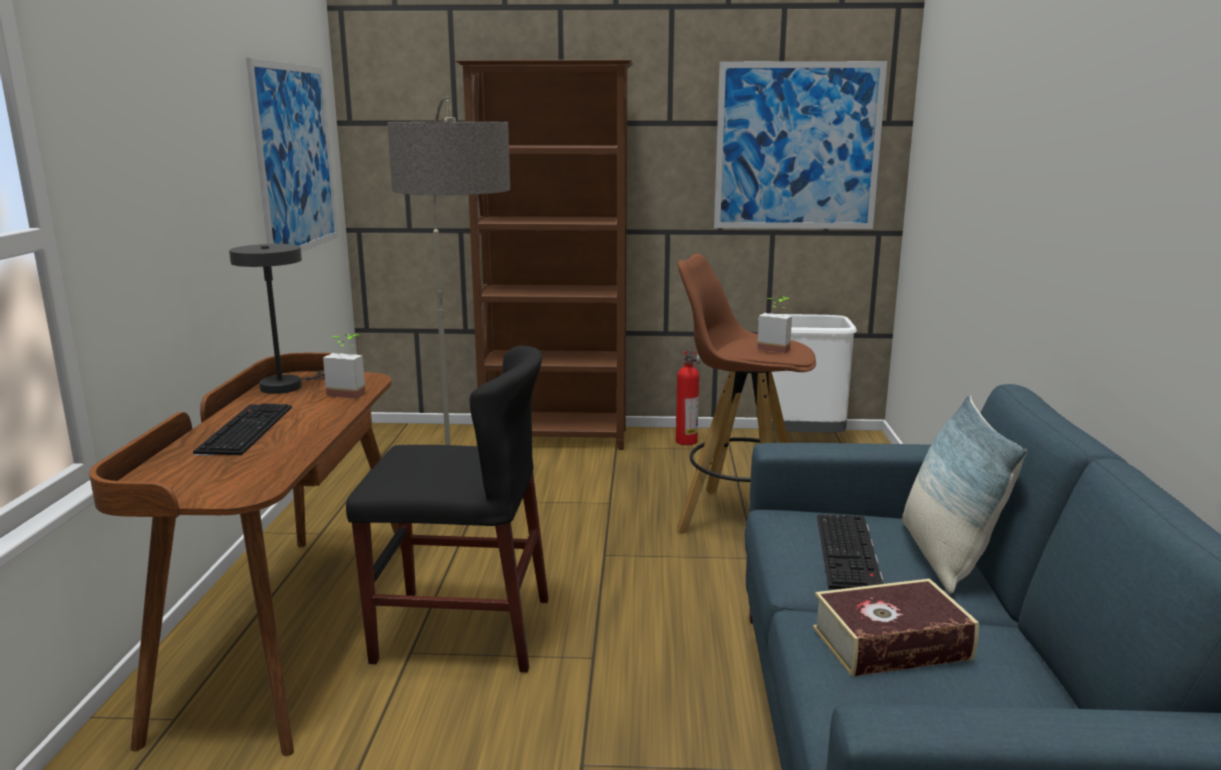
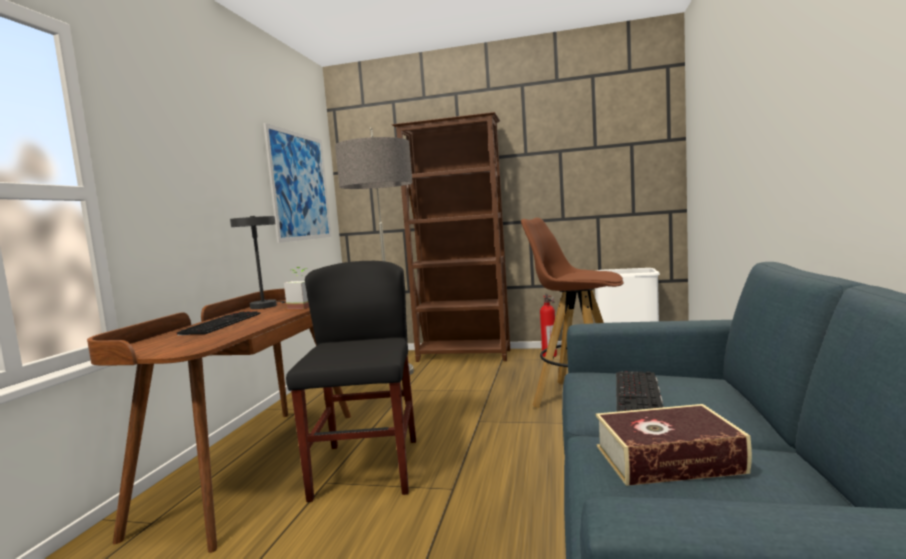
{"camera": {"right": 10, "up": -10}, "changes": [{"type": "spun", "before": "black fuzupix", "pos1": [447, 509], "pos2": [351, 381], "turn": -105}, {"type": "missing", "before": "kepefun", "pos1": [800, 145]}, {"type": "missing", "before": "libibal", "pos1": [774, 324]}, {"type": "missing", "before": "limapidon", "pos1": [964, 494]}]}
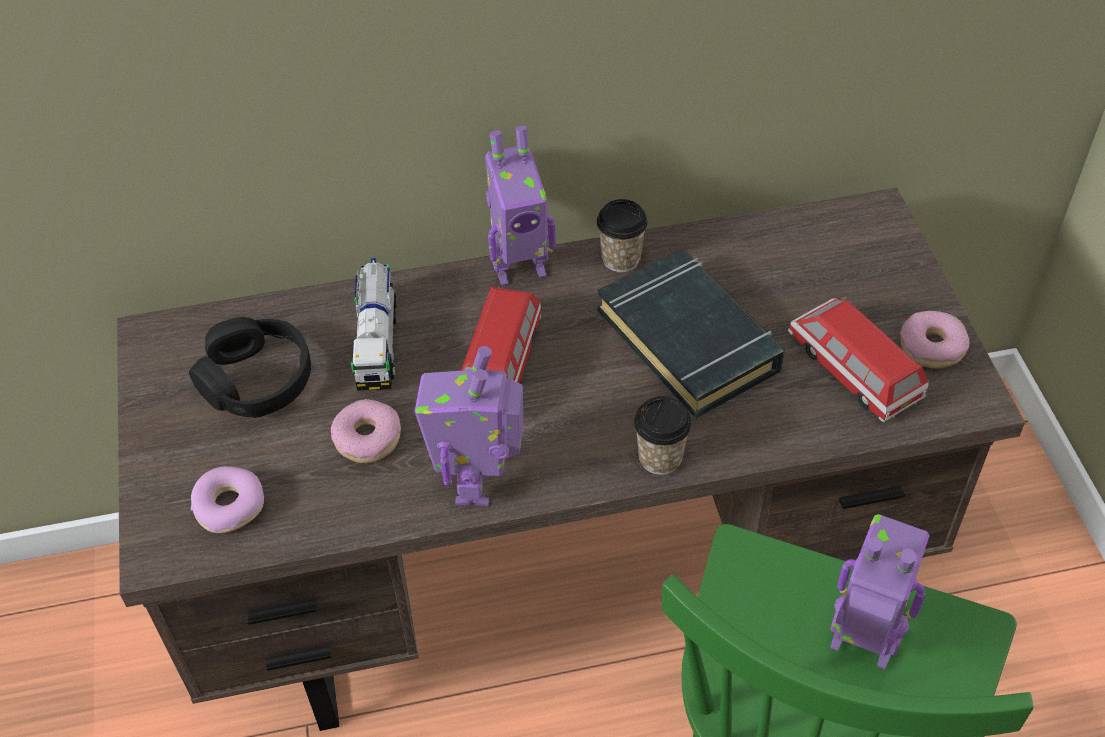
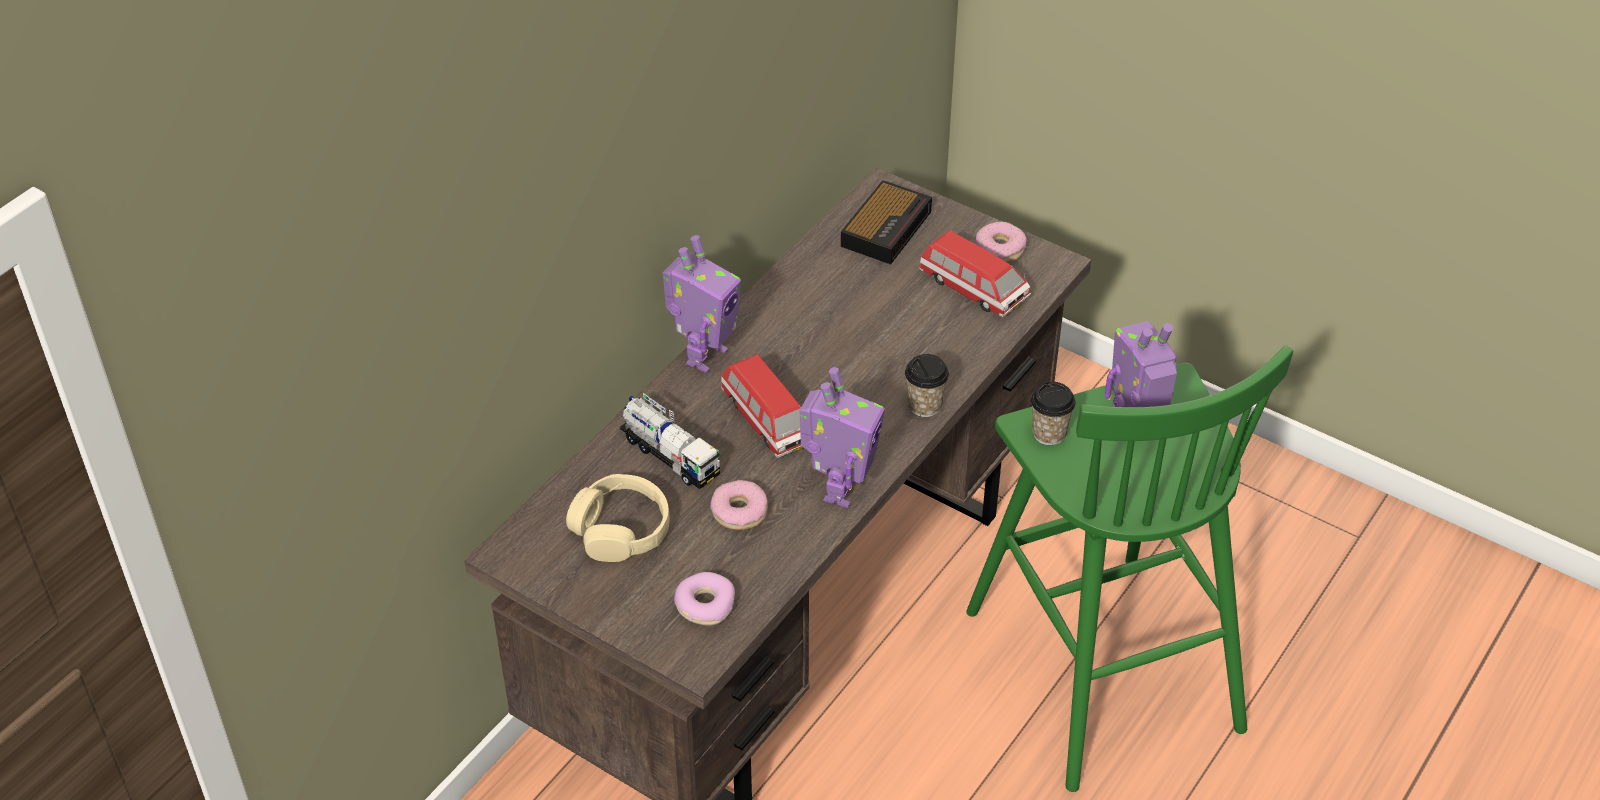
{"camera": {"right": -45, "up": -5}, "changes": [{"type": "colour", "before": "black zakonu", "after": "beige zakonu", "pos1": [250, 367], "pos2": [617, 518]}, {"type": "spun", "before": "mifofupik", "pos1": [468, 426], "pos2": [842, 437], "turn": -120}, {"type": "appeared", "after": "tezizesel", "pos2": [886, 222]}, {"type": "spun", "before": "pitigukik", "pos1": [858, 360], "pos2": [975, 273], "turn": -150}, {"type": "relocated", "before": "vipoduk", "pos1": [622, 235], "pos2": [1053, 413]}, {"type": "missing", "before": "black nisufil", "pos1": [691, 333]}]}
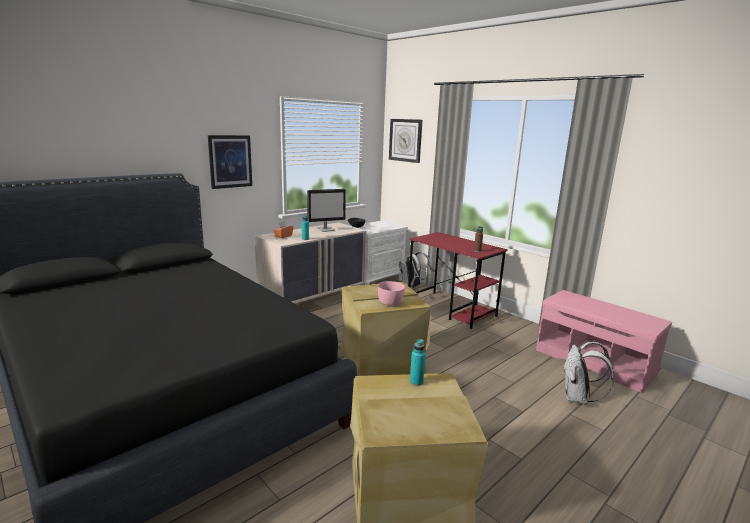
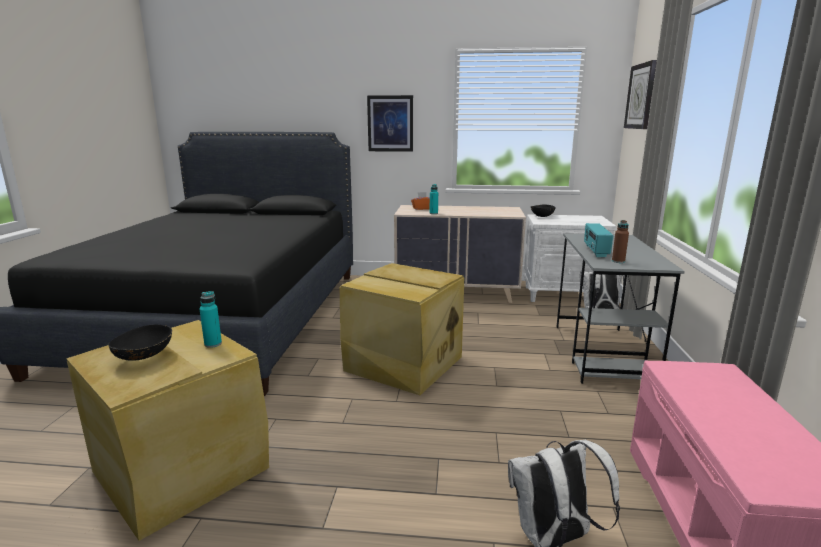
{"camera": {"right": 50, "up": 0}, "changes": [{"type": "appeared", "after": "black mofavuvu", "pos2": [140, 342]}, {"type": "colour", "before": "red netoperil", "after": "grey netoperil", "pos1": [458, 280], "pos2": [620, 308]}, {"type": "appeared", "after": "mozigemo", "pos2": [598, 240]}, {"type": "missing", "before": "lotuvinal", "pos1": [326, 210]}, {"type": "missing", "before": "pink mofavuvu", "pos1": [391, 293]}]}
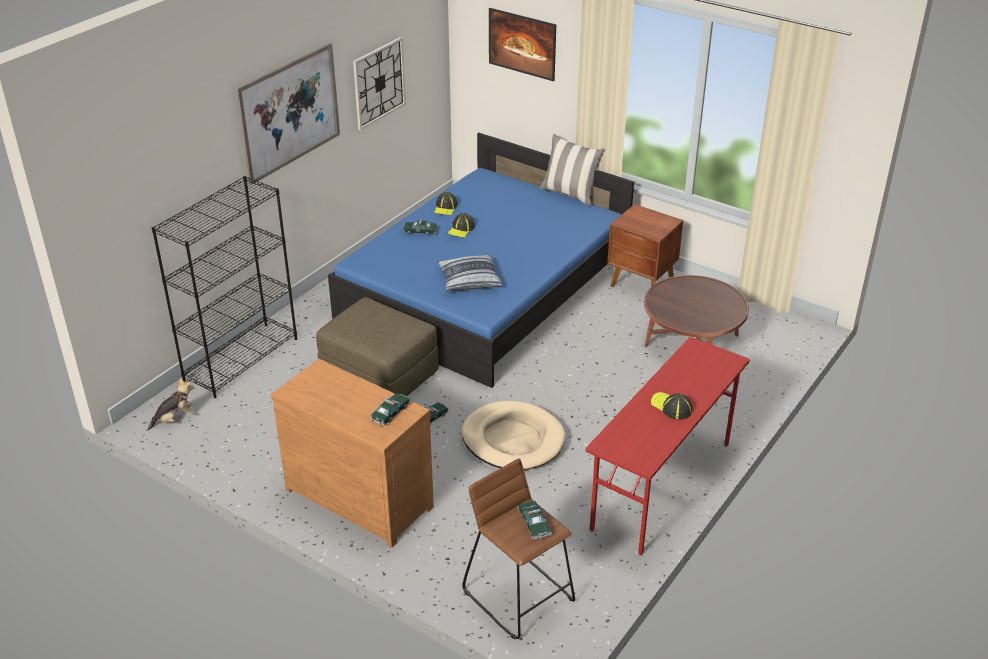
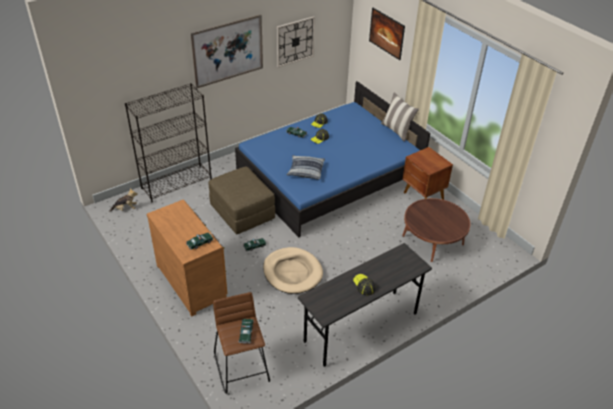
{"camera": {"right": 20, "up": 5}, "changes": [{"type": "colour", "before": "red netoperil", "after": "grey netoperil", "pos1": [668, 446], "pos2": [365, 305]}]}
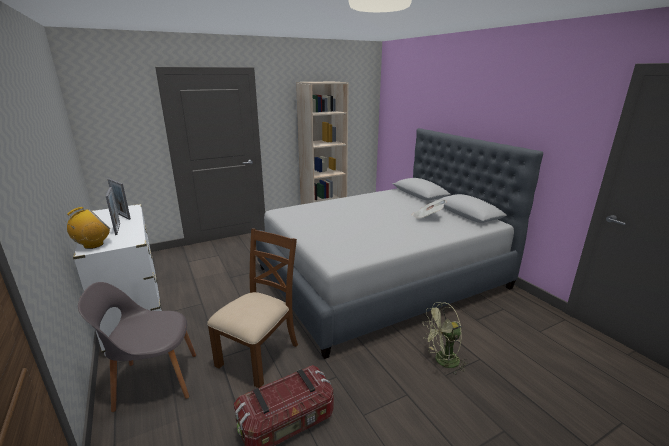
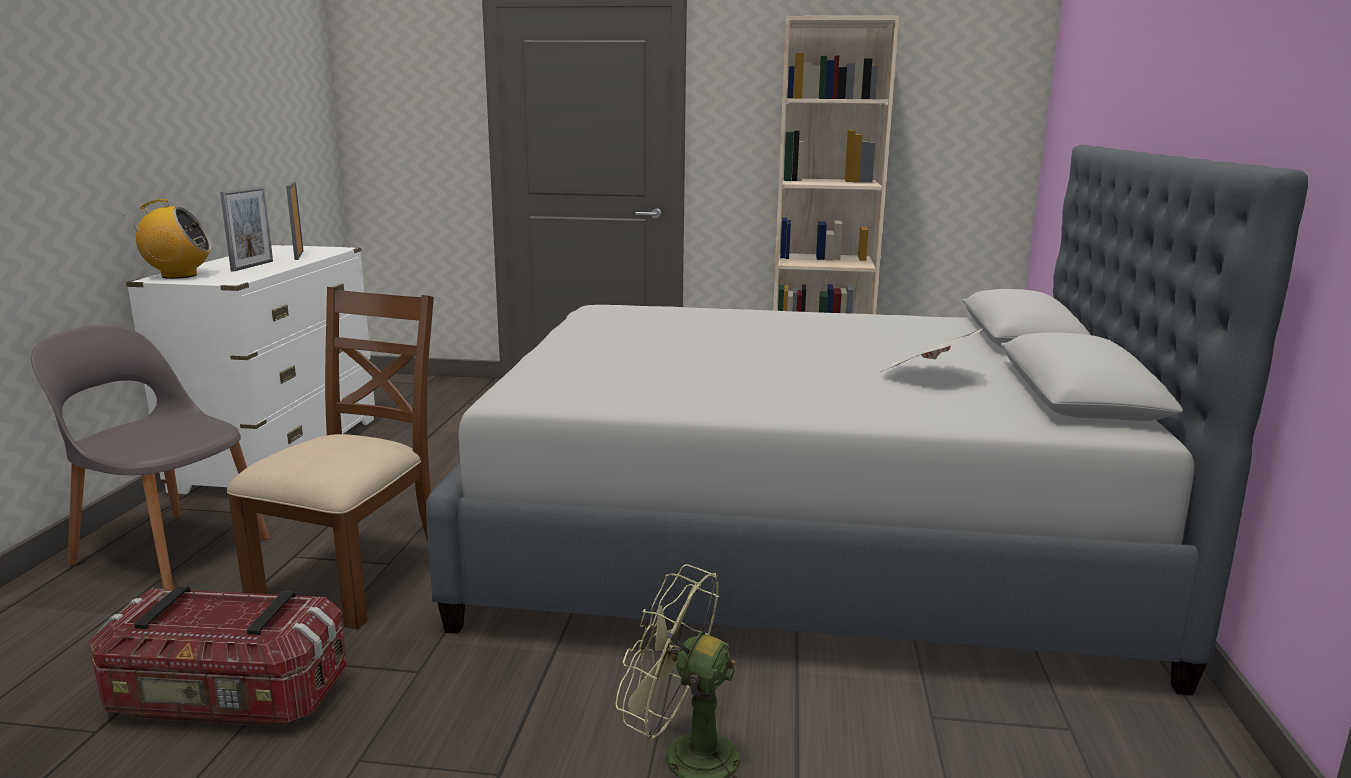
{"camera": {"right": 35, "up": -5}, "changes": [{"type": "spun", "before": "brown fuzupix", "pos1": [252, 308], "pos2": [330, 458], "turn": -45}]}
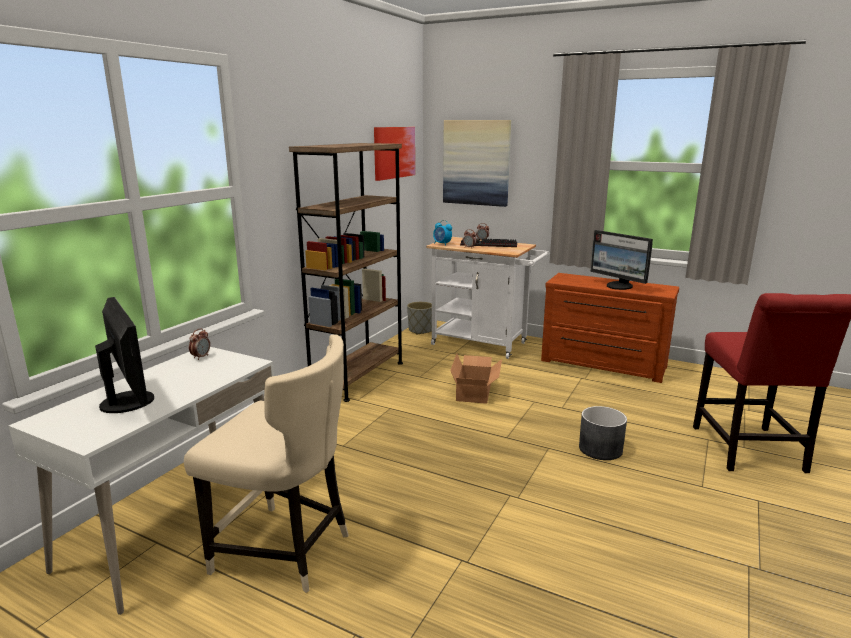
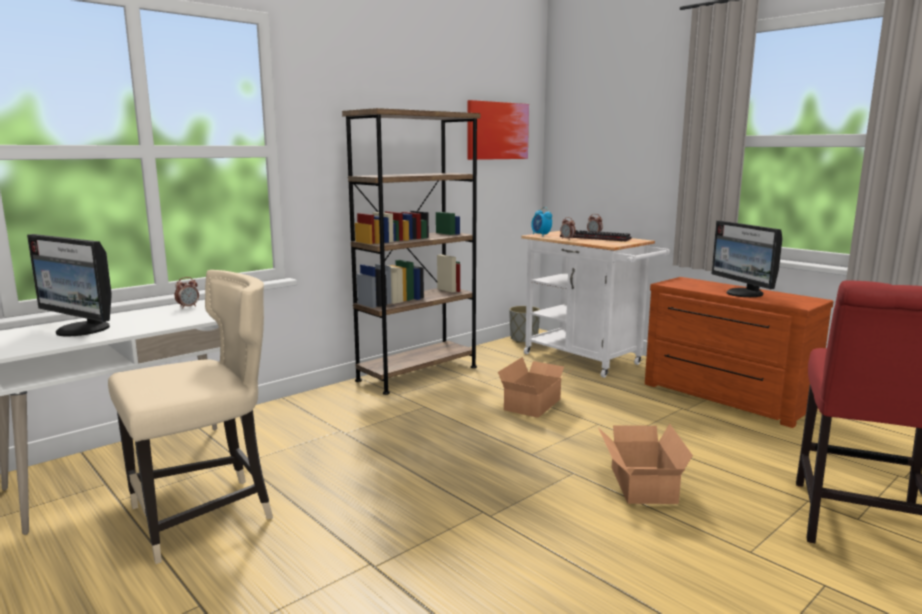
{"camera": {"right": 20, "up": -5}, "changes": [{"type": "spun", "before": "lotuvinal", "pos1": [124, 355], "pos2": [69, 285], "turn": 135}, {"type": "spun", "before": "beige fuzupix", "pos1": [266, 463], "pos2": [190, 417], "turn": -75}, {"type": "exchanged", "before": "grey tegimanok", "after": "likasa", "pos1": [603, 433], "pos2": [645, 464]}, {"type": "missing", "before": "kepefun", "pos1": [477, 163]}]}
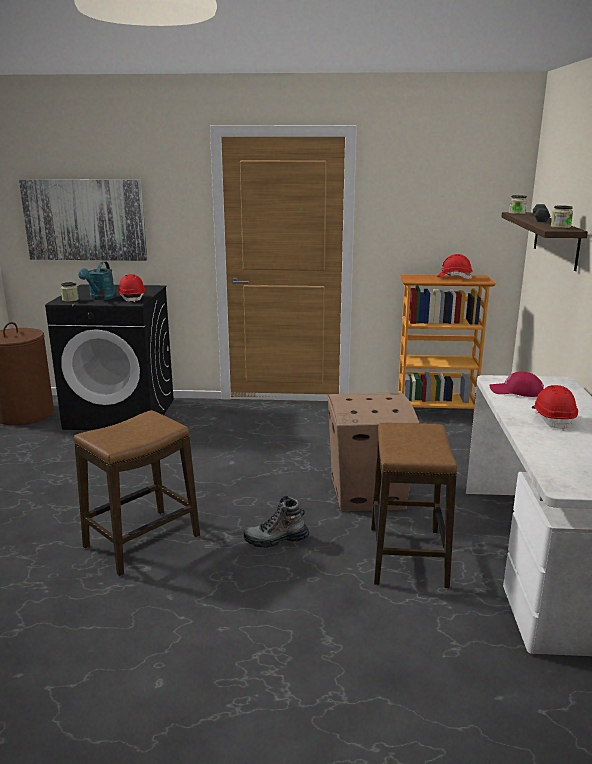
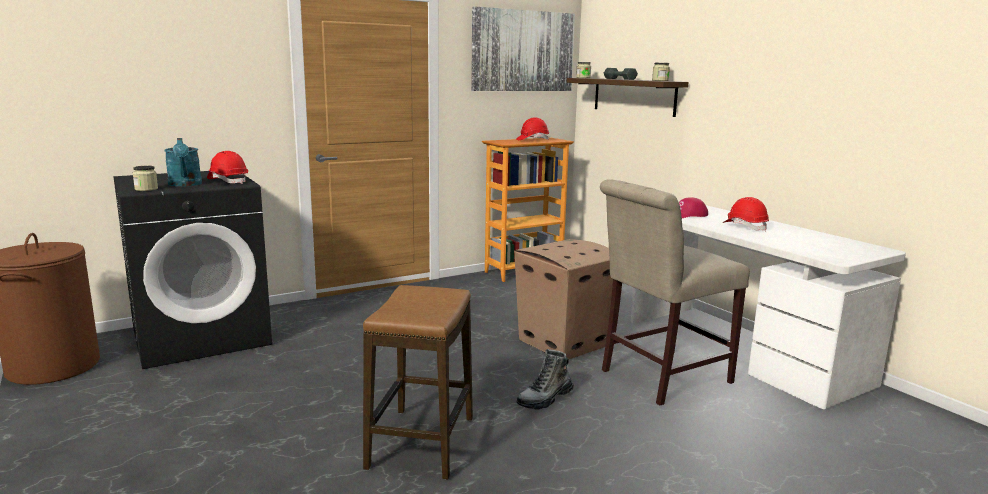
{"camera": {"right": -35, "up": -5}, "changes": [{"type": "relocated", "before": "kepefun", "pos1": [83, 220], "pos2": [523, 49]}, {"type": "exchanged", "before": "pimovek", "after": "beige fuzupix", "pos1": [414, 505], "pos2": [675, 292]}]}
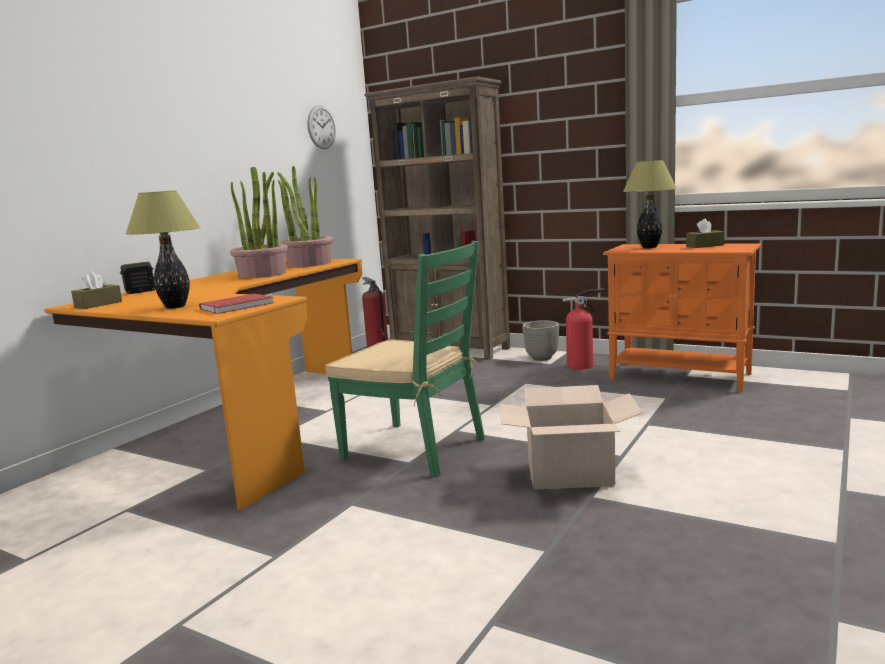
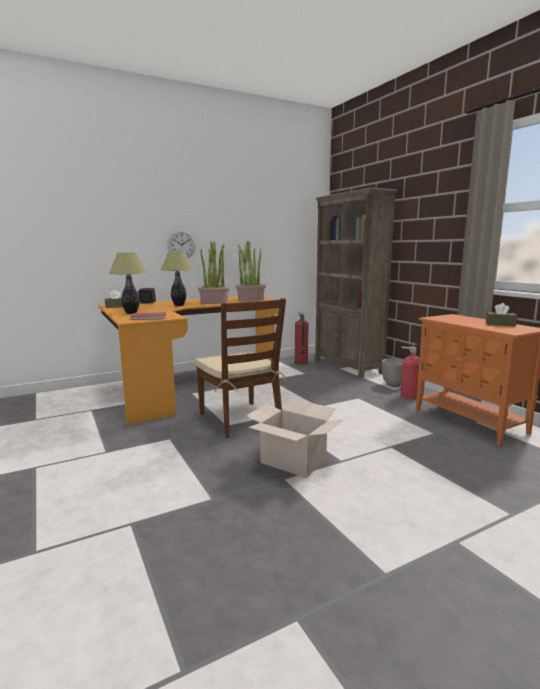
{"camera": {"right": 30, "up": 0}, "changes": [{"type": "relocated", "before": "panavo", "pos1": [650, 204], "pos2": [177, 279]}, {"type": "relocated", "before": "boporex", "pos1": [321, 127], "pos2": [181, 244]}, {"type": "colour", "before": "green fuzupix", "after": "brown fuzupix", "pos1": [405, 359], "pos2": [240, 368]}]}
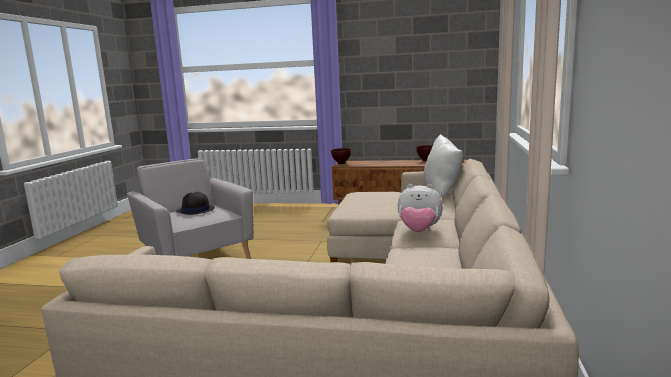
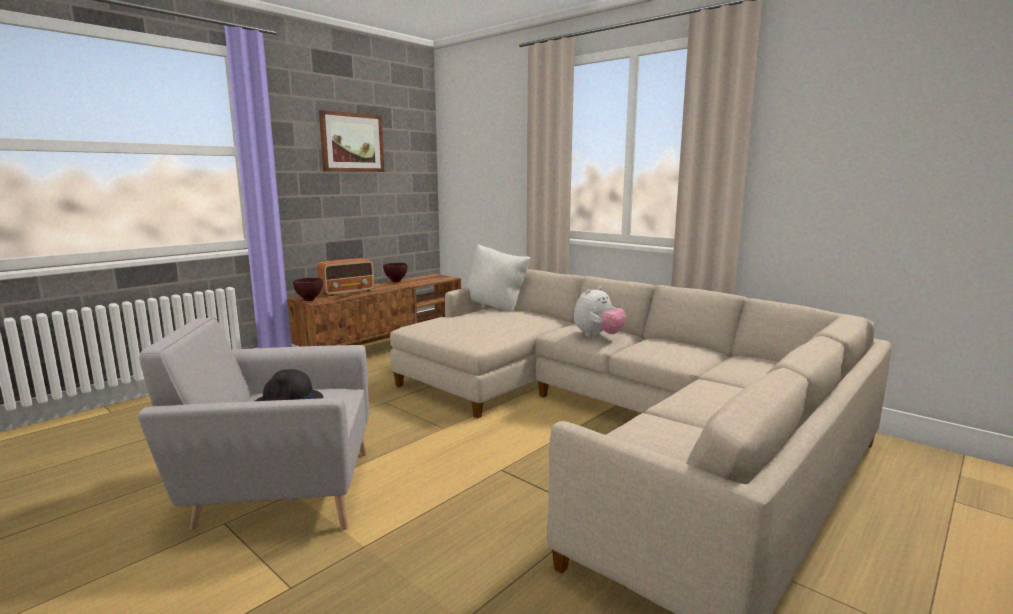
{"camera": {"right": -60, "up": 0}, "changes": [{"type": "appeared", "after": "mozigemo", "pos2": [345, 277]}, {"type": "appeared", "after": "kepefun", "pos2": [352, 141]}]}
